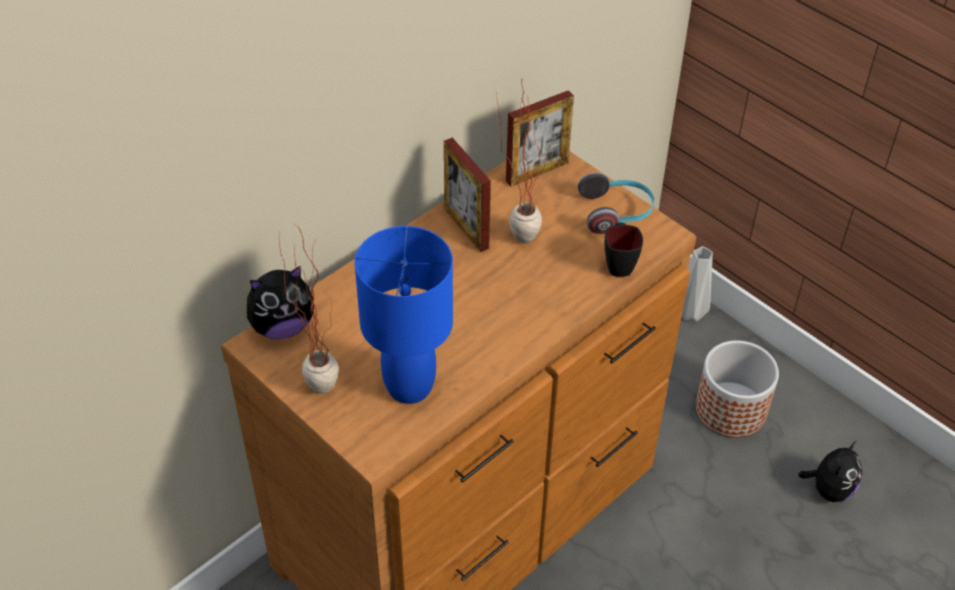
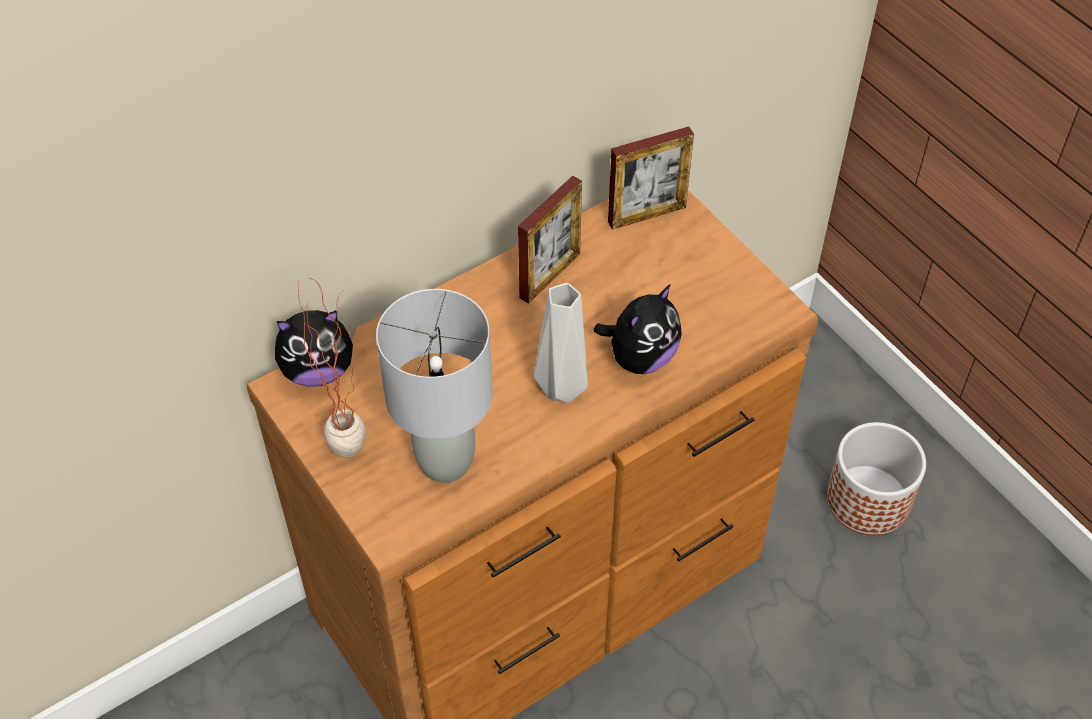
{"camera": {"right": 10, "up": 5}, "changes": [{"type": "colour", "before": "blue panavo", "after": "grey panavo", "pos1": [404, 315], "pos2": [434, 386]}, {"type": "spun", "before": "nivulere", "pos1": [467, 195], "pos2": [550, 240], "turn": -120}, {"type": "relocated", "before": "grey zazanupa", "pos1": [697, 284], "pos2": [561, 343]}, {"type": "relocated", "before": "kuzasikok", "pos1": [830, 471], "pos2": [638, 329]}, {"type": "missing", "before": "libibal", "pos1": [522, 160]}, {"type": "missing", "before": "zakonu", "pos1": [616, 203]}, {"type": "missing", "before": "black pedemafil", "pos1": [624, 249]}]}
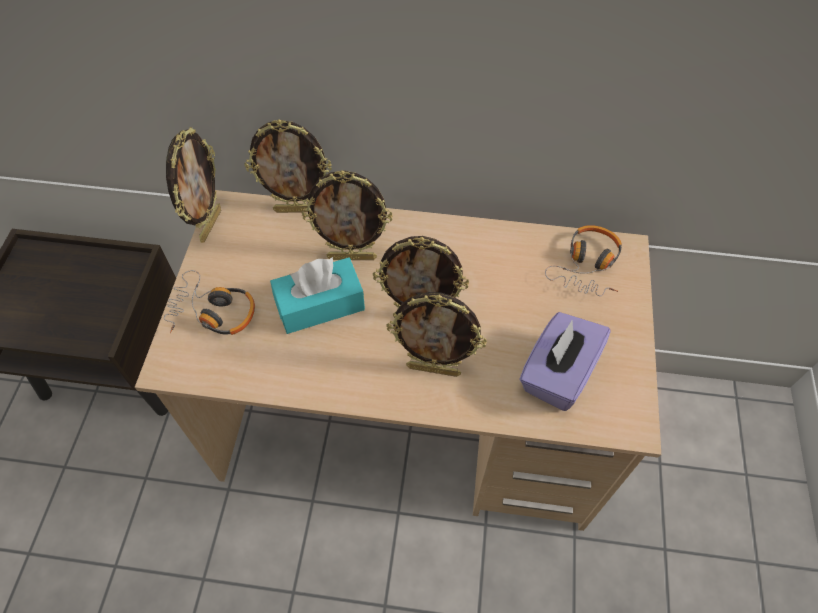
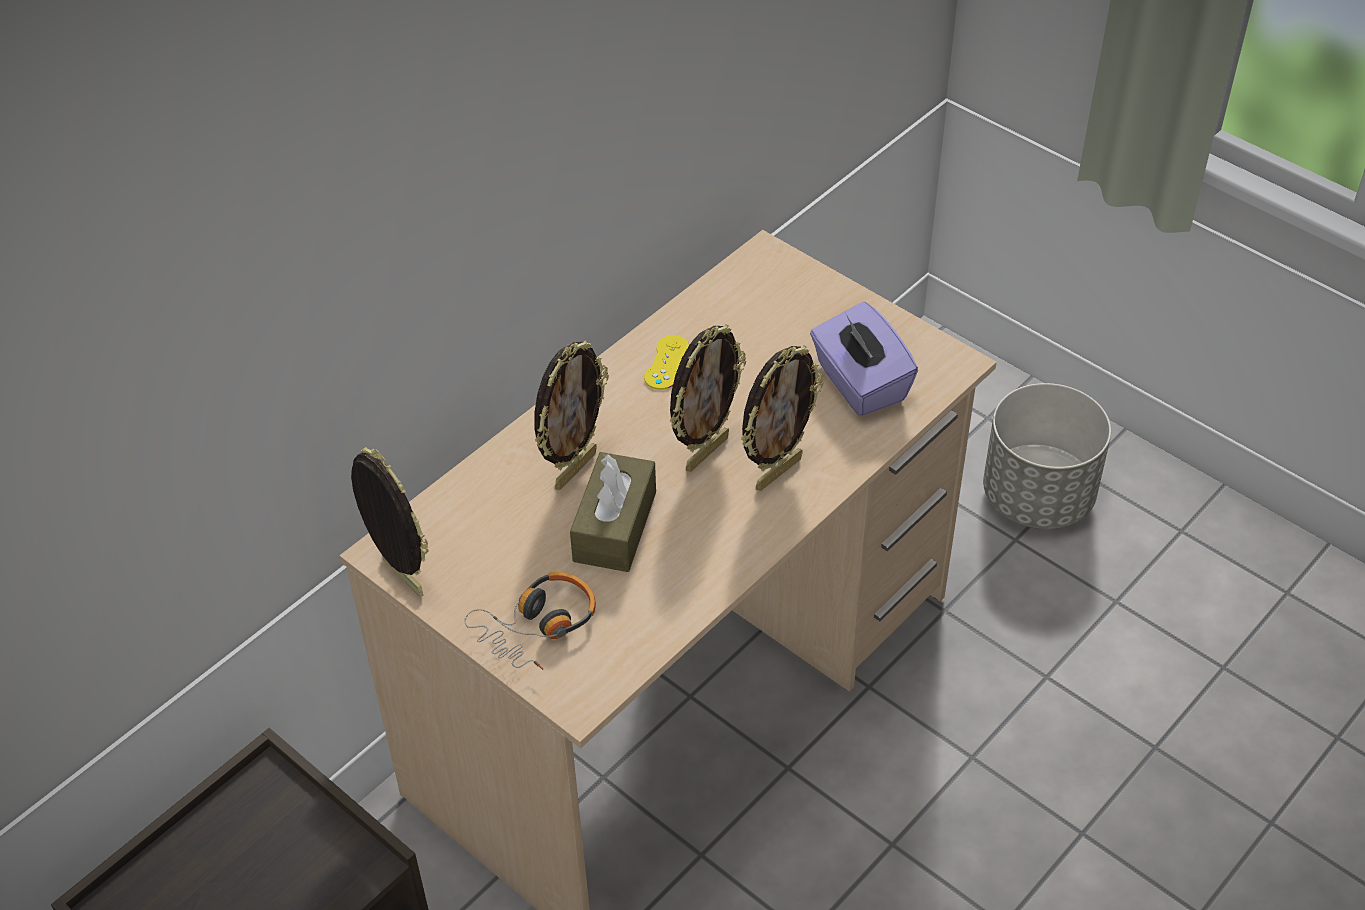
{"camera": {"right": -55, "up": -10}, "changes": [{"type": "colour", "before": "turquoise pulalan", "after": "brown pulalan", "pos1": [317, 295], "pos2": [613, 512]}, {"type": "appeared", "after": "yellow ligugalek", "pos2": [666, 362]}, {"type": "appeared", "after": "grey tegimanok", "pos2": [1047, 456]}, {"type": "missing", "before": "nivulere", "pos1": [288, 166]}, {"type": "missing", "before": "zakonu", "pos1": [583, 260]}]}
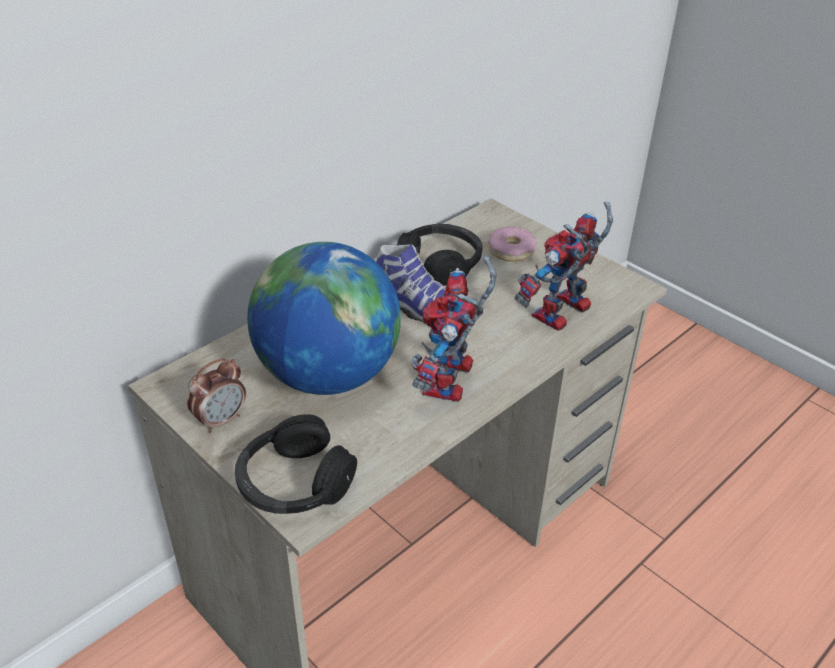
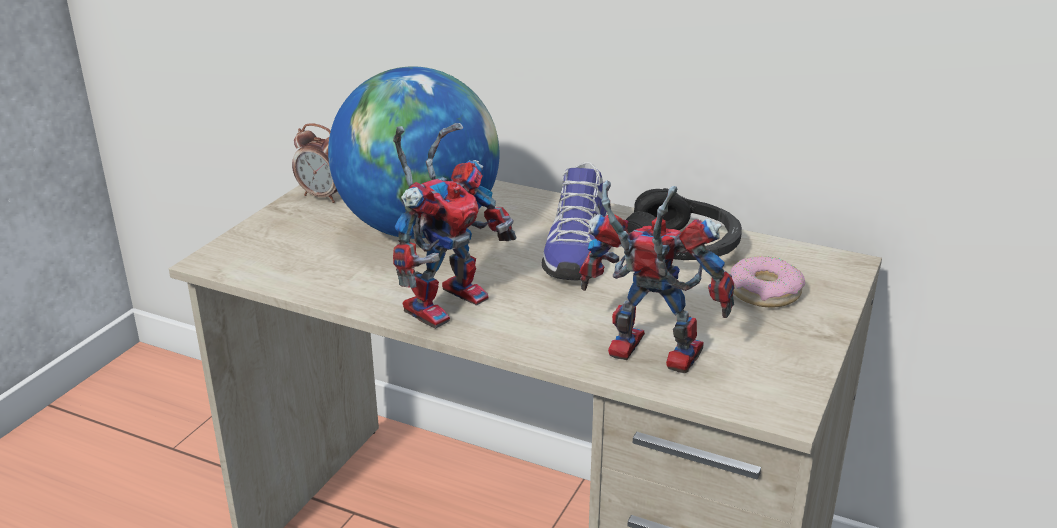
{"camera": {"right": 70, "up": -10}, "changes": [{"type": "spun", "before": "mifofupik", "pos1": [454, 329], "pos2": [455, 226], "turn": 135}, {"type": "missing", "before": "black zakonu", "pos1": [296, 464]}]}
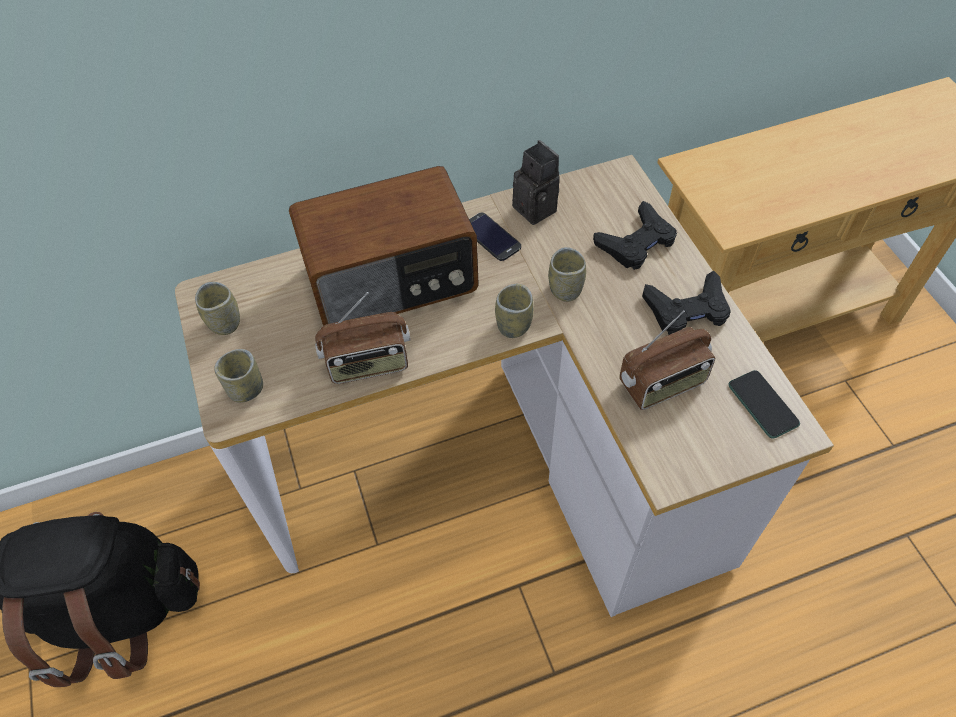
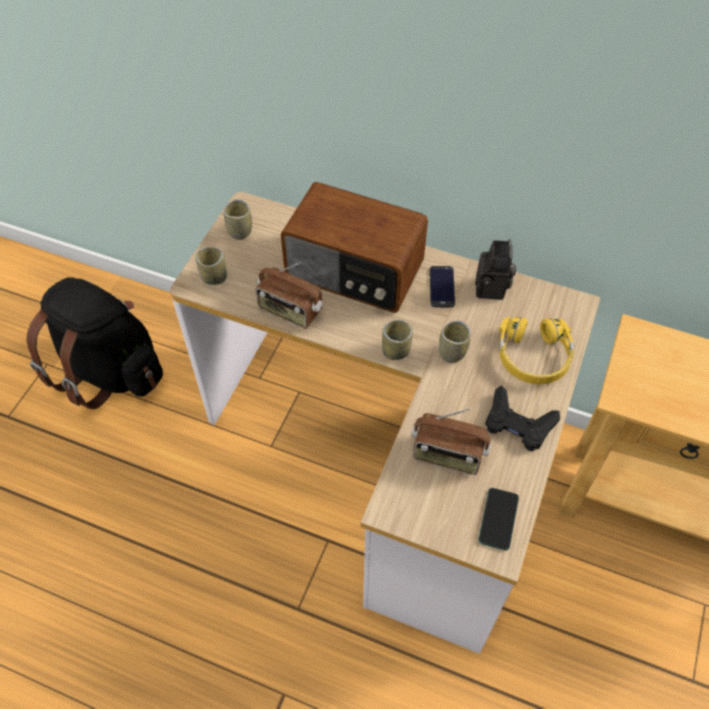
{"camera": {"right": 40, "up": 0}, "changes": [{"type": "exchanged", "before": "black ligugalek", "after": "yellow zakonu", "pos1": [635, 235], "pos2": [536, 350]}]}
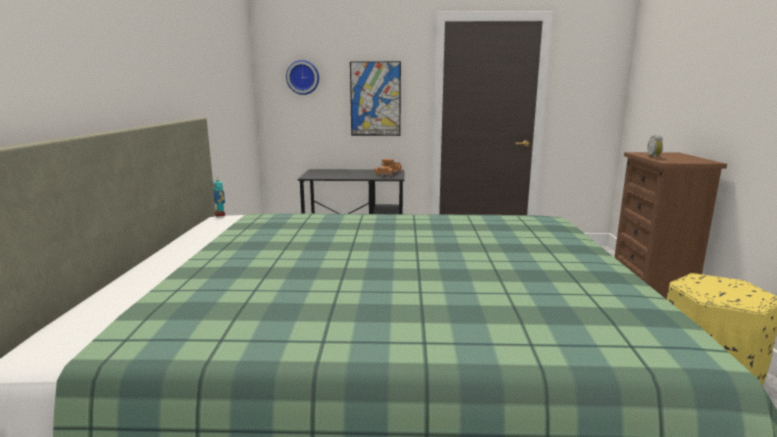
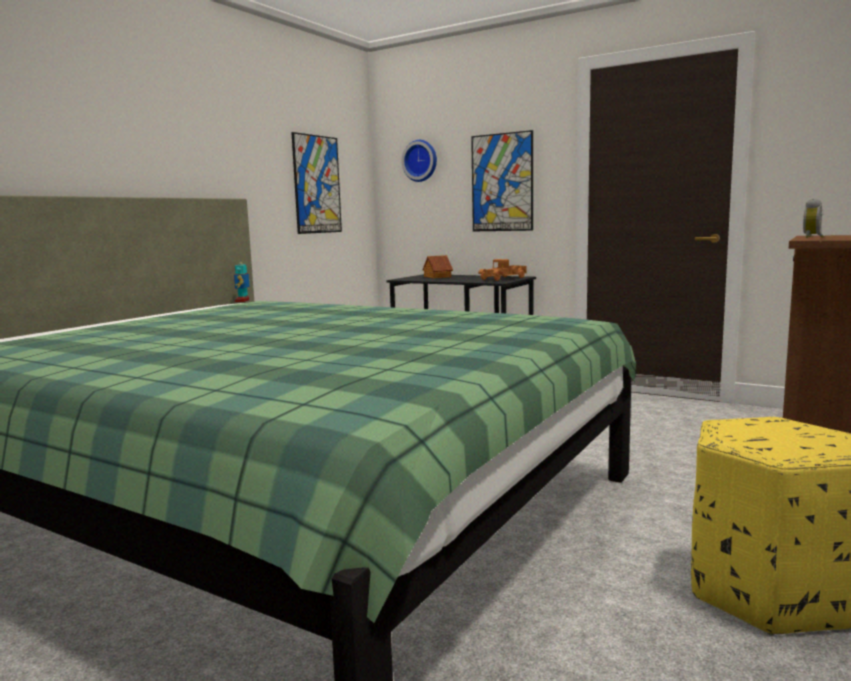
{"camera": {"right": 30, "up": -5}, "changes": [{"type": "appeared", "after": "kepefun", "pos2": [316, 183]}, {"type": "appeared", "after": "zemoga", "pos2": [437, 266]}]}
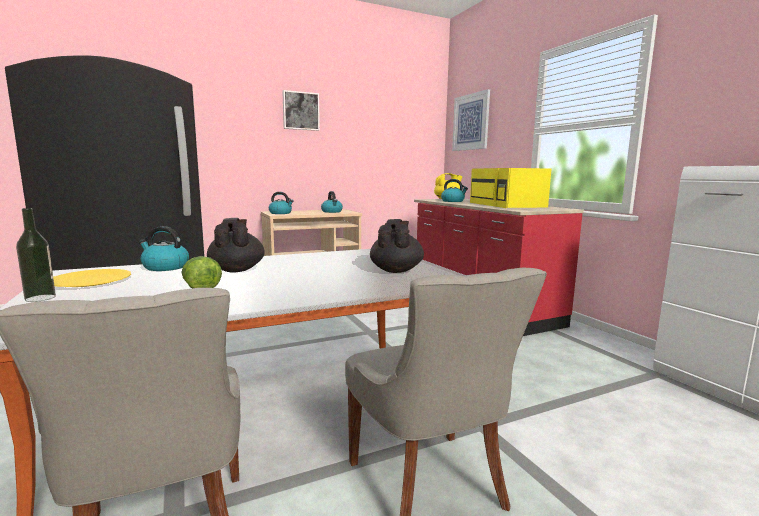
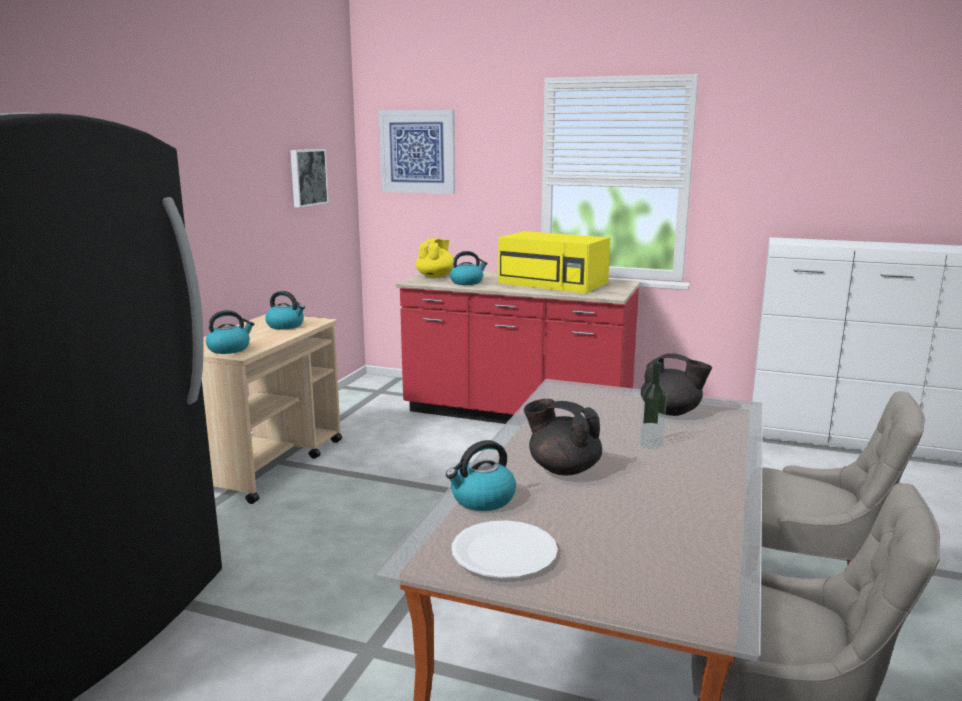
{"camera": {"right": -45, "up": 5}, "changes": [{"type": "relocated", "before": "kepefun", "pos1": [301, 110], "pos2": [309, 178]}, {"type": "colour", "before": "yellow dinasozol", "after": "white dinasozol", "pos1": [92, 278], "pos2": [505, 549]}, {"type": "relocated", "before": "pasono", "pos1": [36, 255], "pos2": [653, 405]}, {"type": "spun", "before": "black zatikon", "pos1": [397, 246], "pos2": [676, 384], "turn": 150}, {"type": "missing", "before": "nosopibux", "pos1": [201, 272]}]}
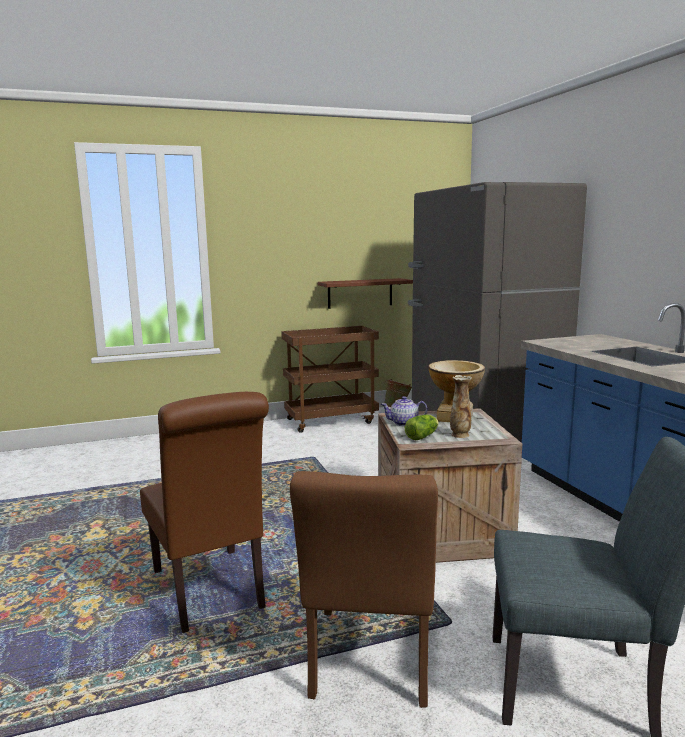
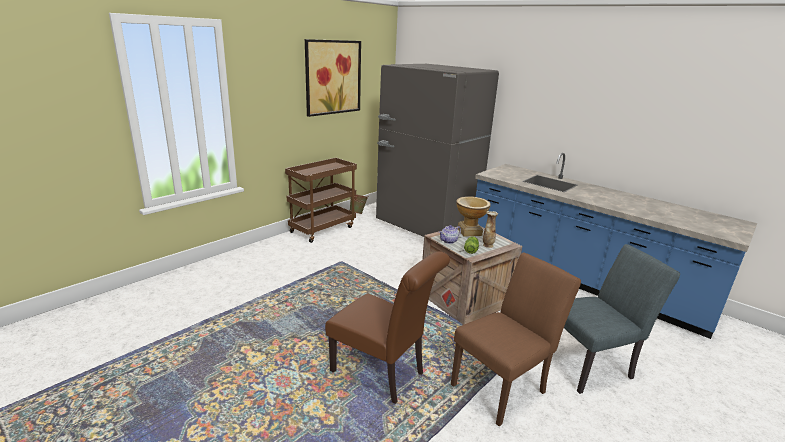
{"camera": {"right": -30, "up": 10}, "changes": [{"type": "appeared", "after": "kepefun", "pos2": [333, 78]}, {"type": "spun", "before": "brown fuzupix", "pos1": [364, 589], "pos2": [516, 339], "turn": -105}, {"type": "missing", "before": "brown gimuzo", "pos1": [365, 293]}]}
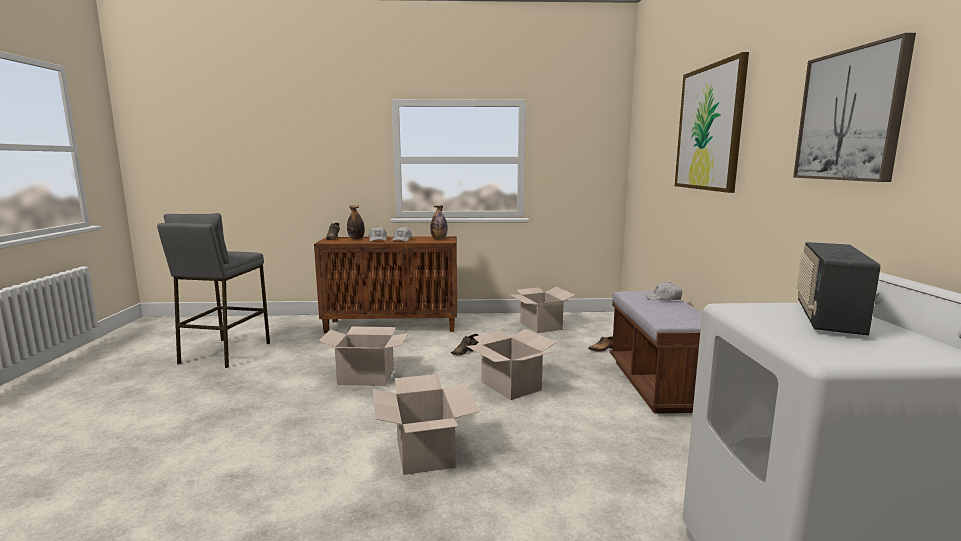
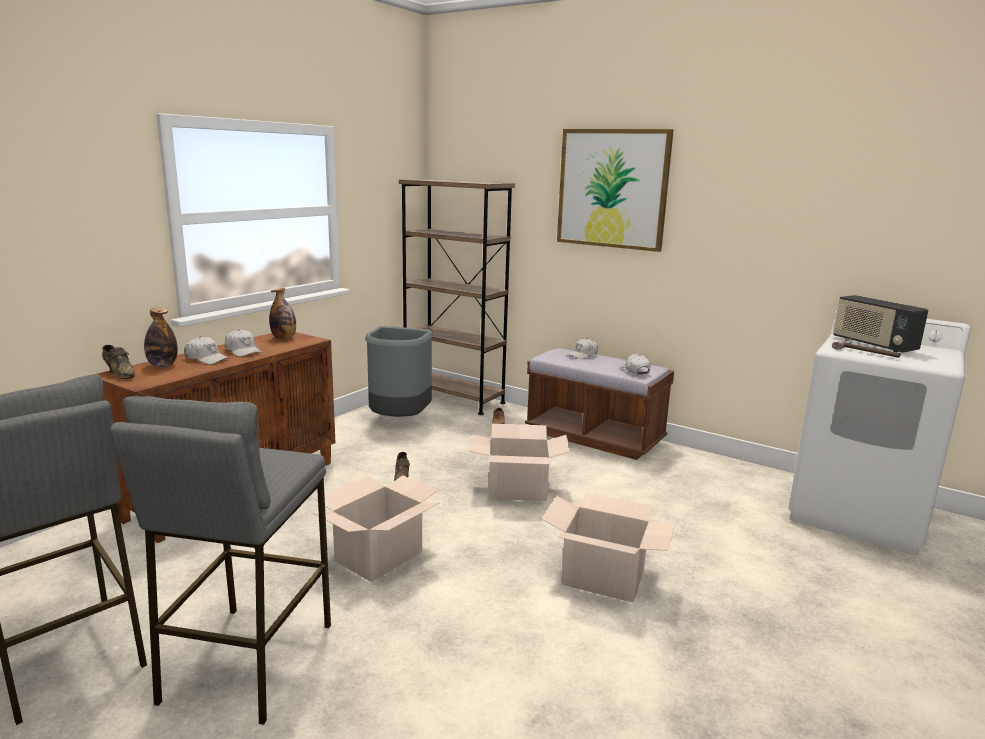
{"camera": {"right": -55, "up": 5}, "changes": [{"type": "appeared", "after": "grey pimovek", "pos2": [220, 560]}, {"type": "exchanged", "before": "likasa", "after": "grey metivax", "pos1": [542, 310], "pos2": [399, 371]}, {"type": "appeared", "after": "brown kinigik", "pos2": [457, 297]}, {"type": "appeared", "after": "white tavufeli", "pos2": [635, 364]}, {"type": "appeared", "after": "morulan", "pos2": [866, 348]}, {"type": "missing", "before": "kepefun", "pos1": [854, 107]}]}
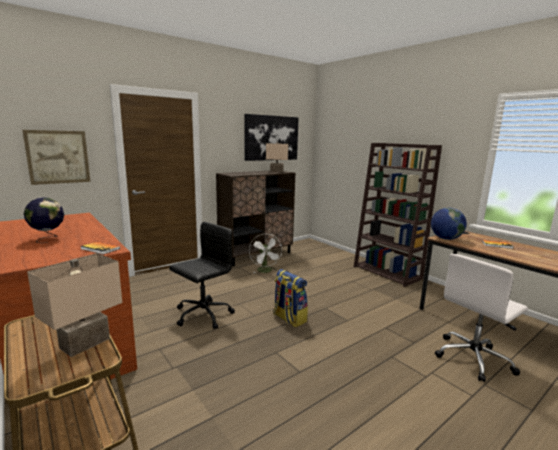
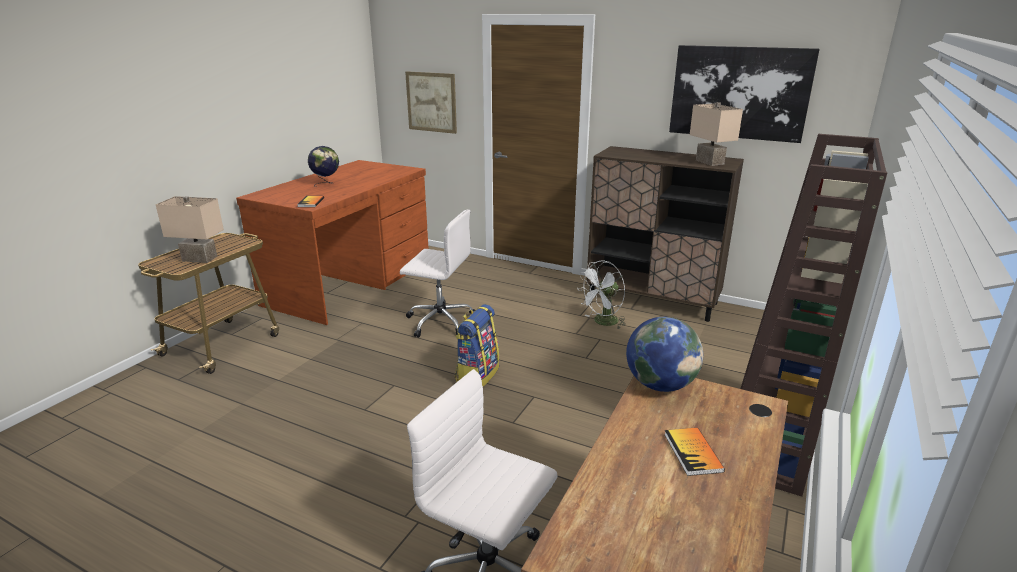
{"camera": {"right": 65, "up": 10}, "changes": [{"type": "colour", "before": "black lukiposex", "after": "white lukiposex", "pos1": [202, 275], "pos2": [438, 273]}]}
